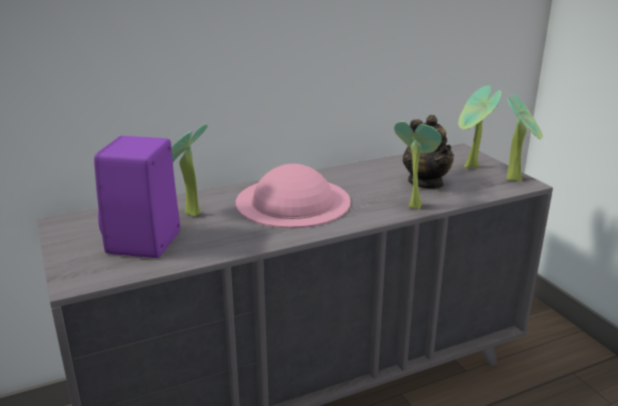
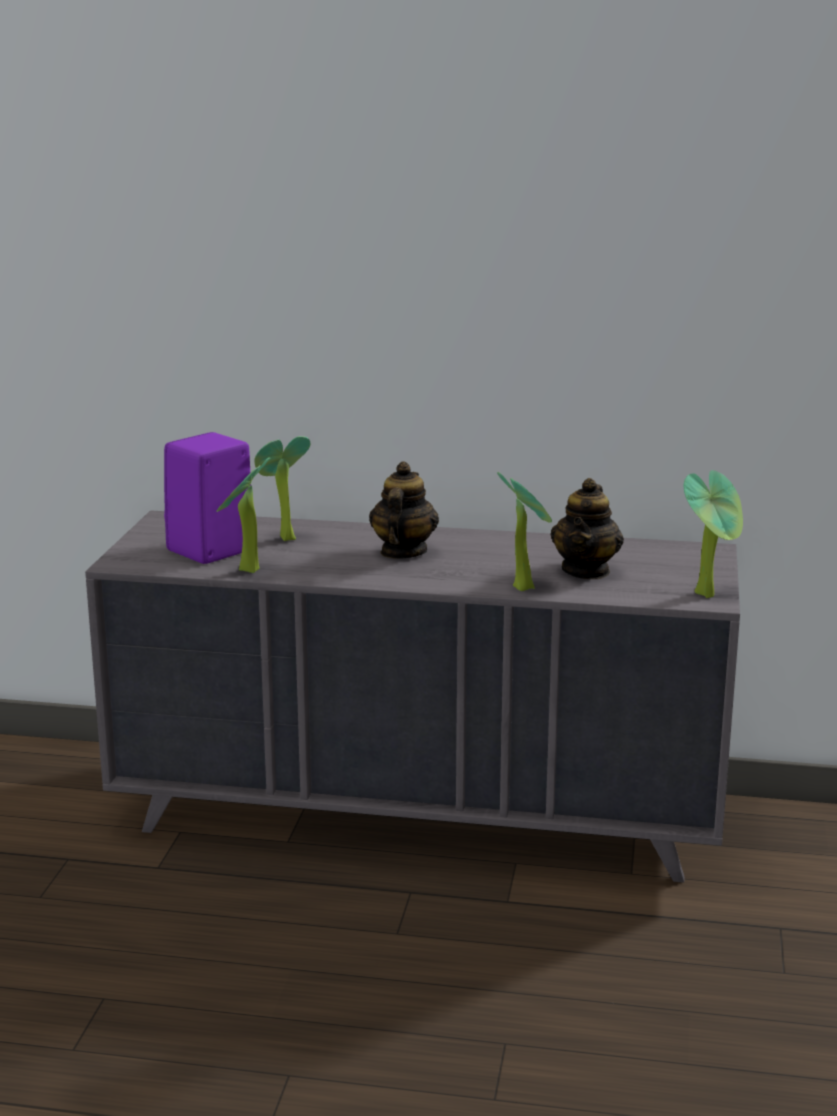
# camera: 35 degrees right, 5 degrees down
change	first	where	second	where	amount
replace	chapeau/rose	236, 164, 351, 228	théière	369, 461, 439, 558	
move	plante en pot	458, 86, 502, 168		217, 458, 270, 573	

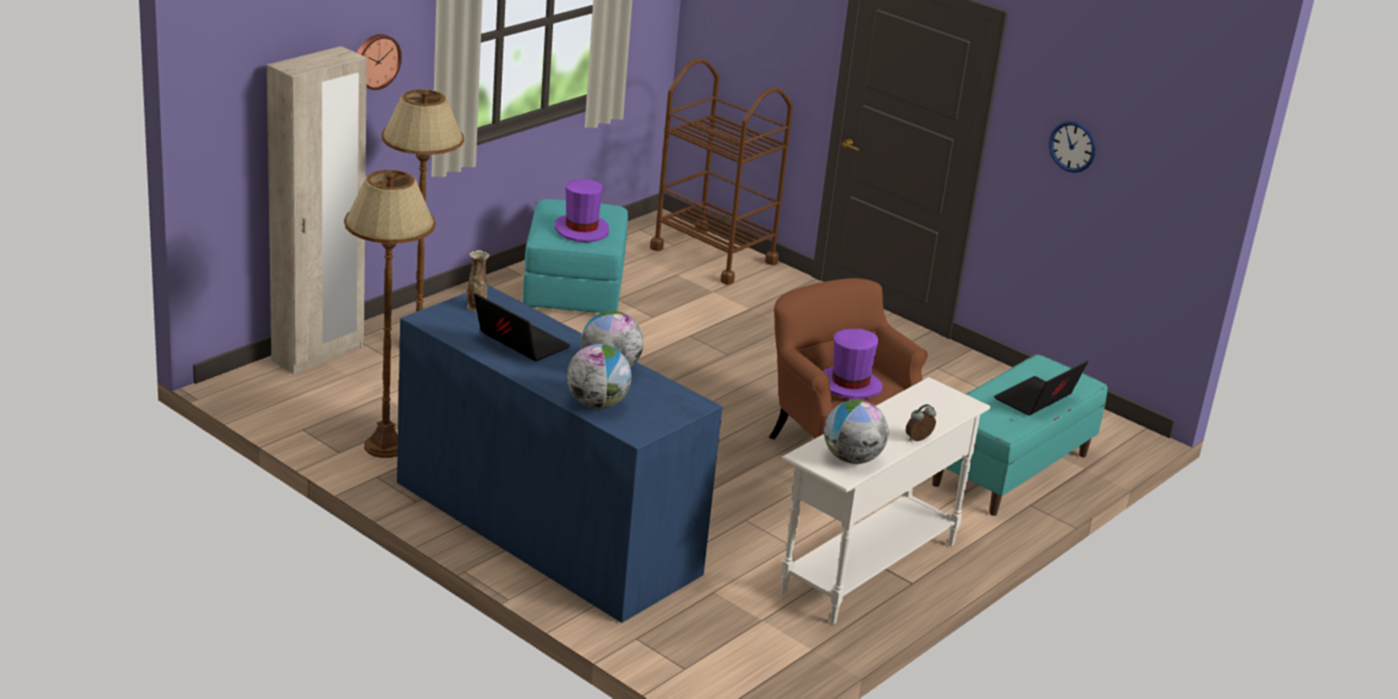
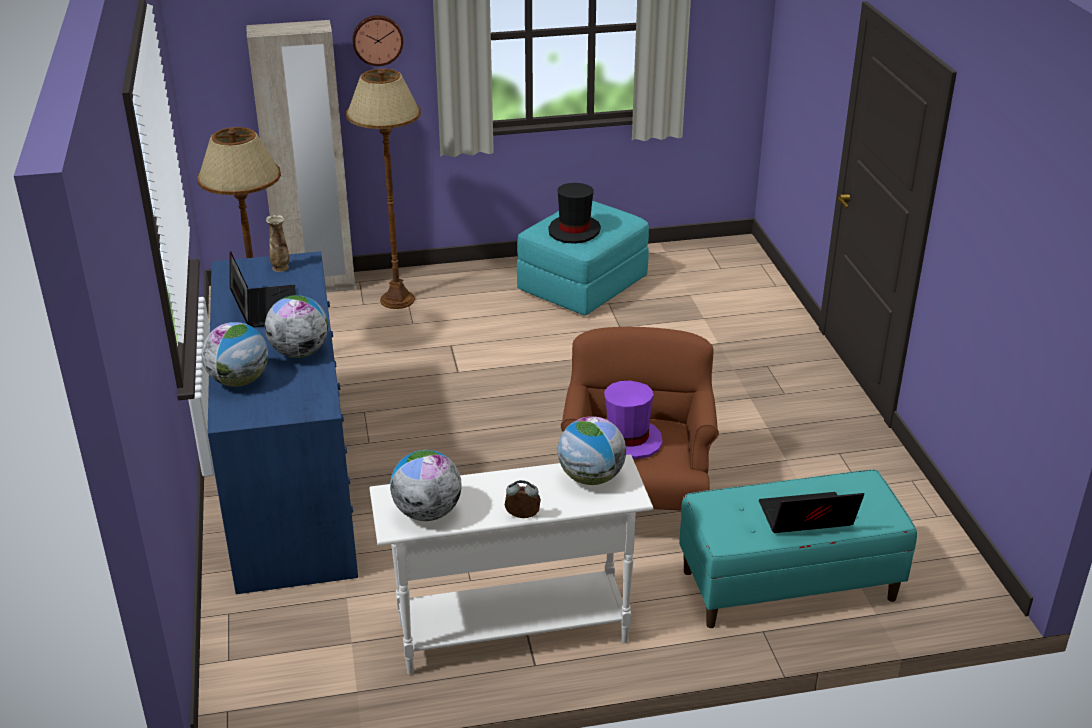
# camera: 40 degrees right, 5 degrees up
change	first	where	second	where	amount
recolor	chapeau/violet	555, 179, 609, 243	chapeau/noir	548, 183, 601, 244	
delete	chariot/marron	650, 58, 793, 285			
delete	horloge murale	1049, 121, 1096, 173			
insert			globe	558, 416, 626, 485	

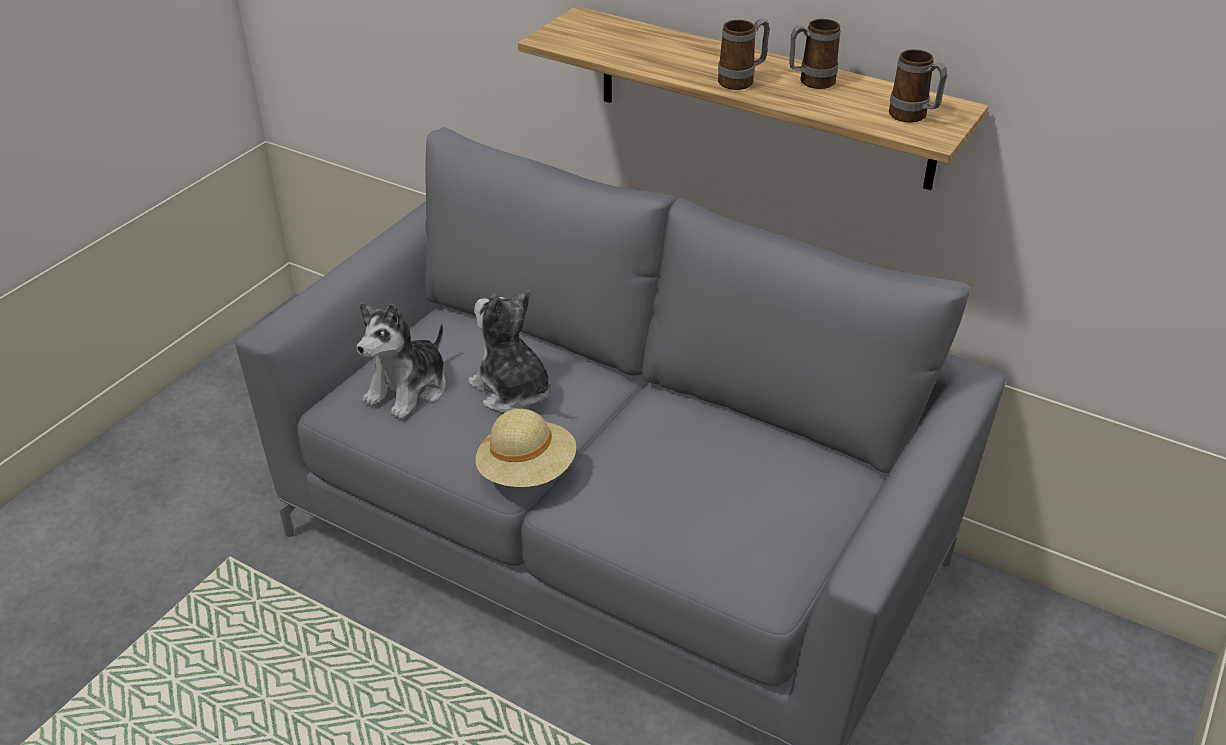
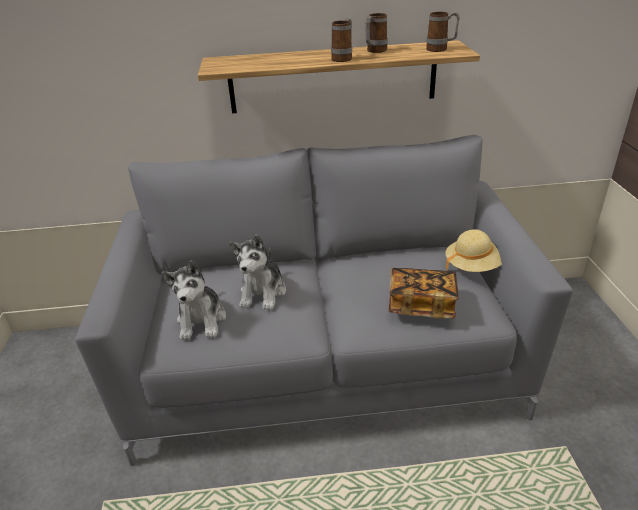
# camera: 35 degrees left, 5 degrees down
change	first	where	second	where	amount
rotate	peluche	468, 290, 551, 413		229, 235, 286, 310	90 degrees counterclockwise
move	chapeau/beige	475, 409, 576, 487		446, 229, 502, 272	
insert			livre	389, 268, 459, 319	

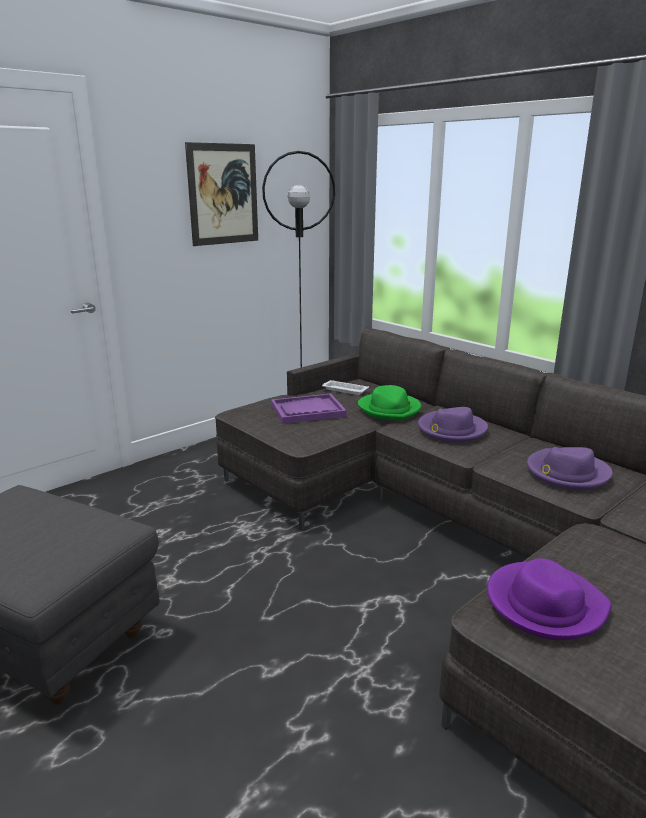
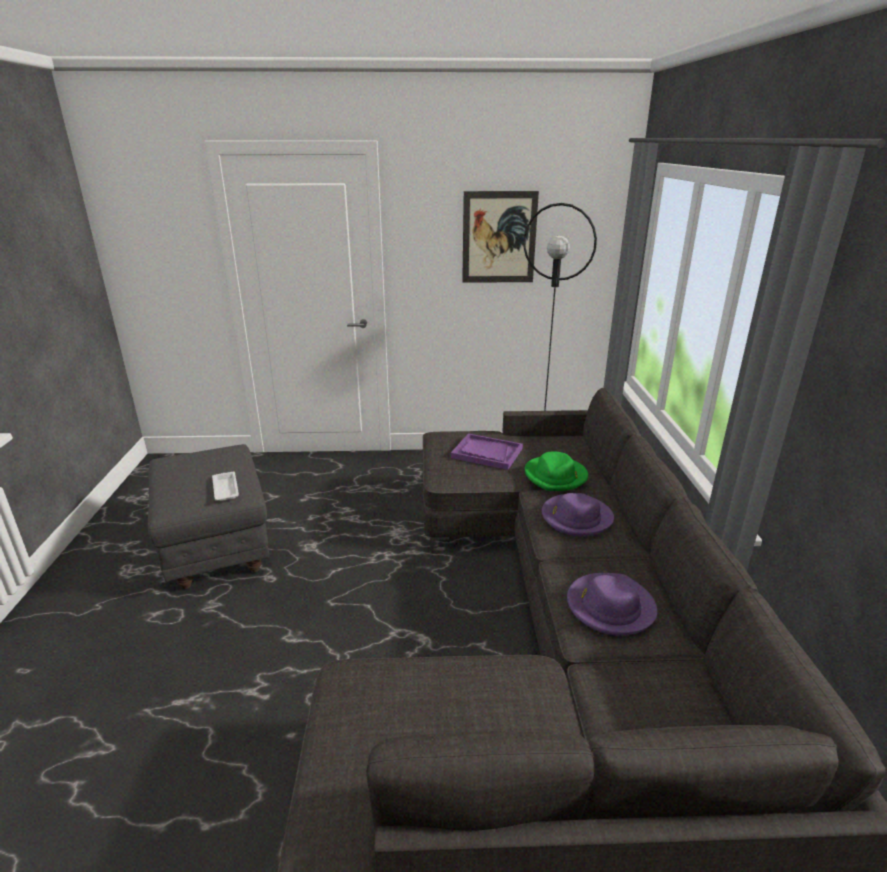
# camera: 40 degrees right, 5 degrees up
change	first	where	second	where	amount
move	plateau/blanc	322, 380, 369, 395		212, 472, 239, 501	
delete	chapeau/violet	487, 558, 612, 640			

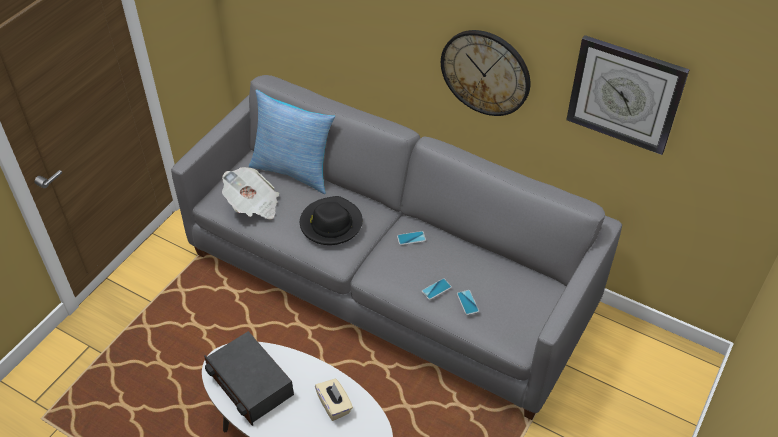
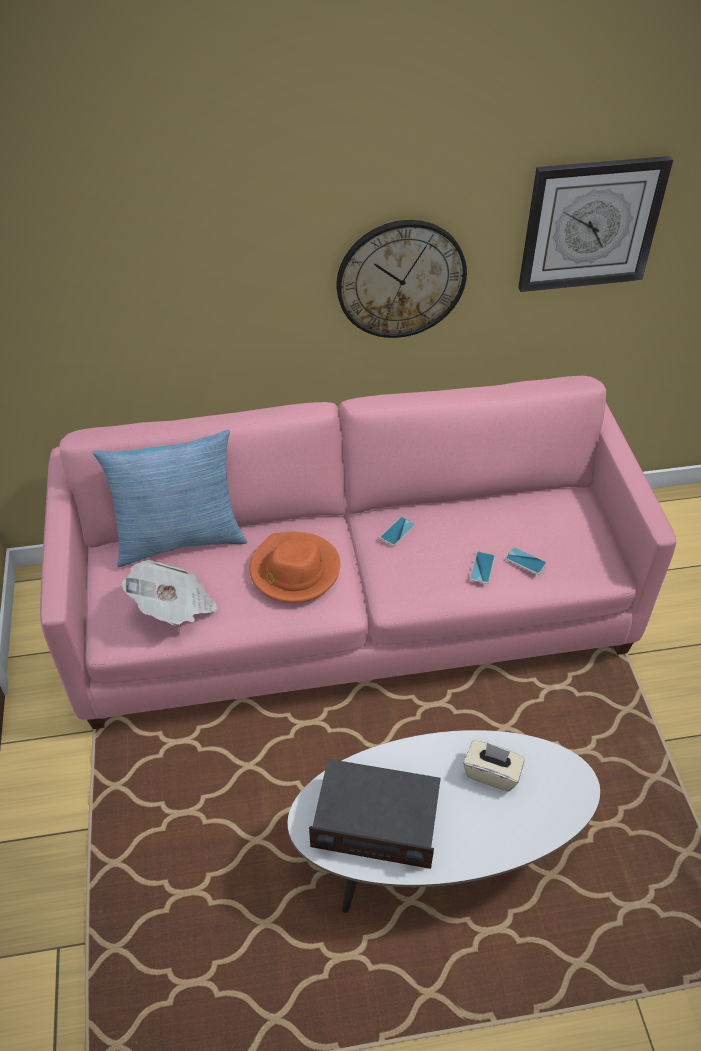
# camera: 40 degrees left, 0 degrees up
change	first	where	second	where	amount
recolor	canapé/gris	171, 75, 622, 420	canapé/rose	40, 376, 677, 729	
recolor	chapeau/noir	300, 196, 363, 245	chapeau/orange	250, 532, 341, 603	

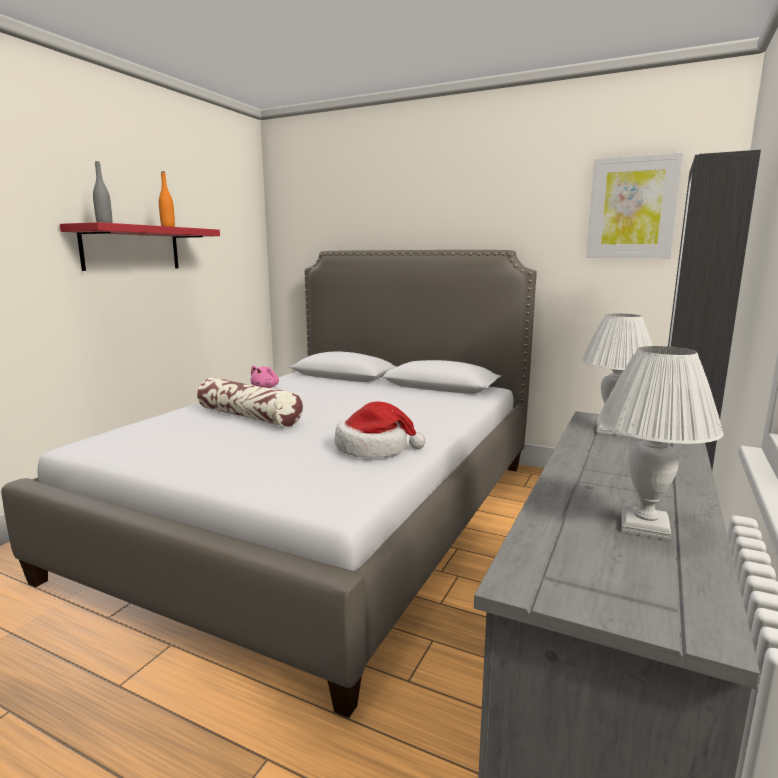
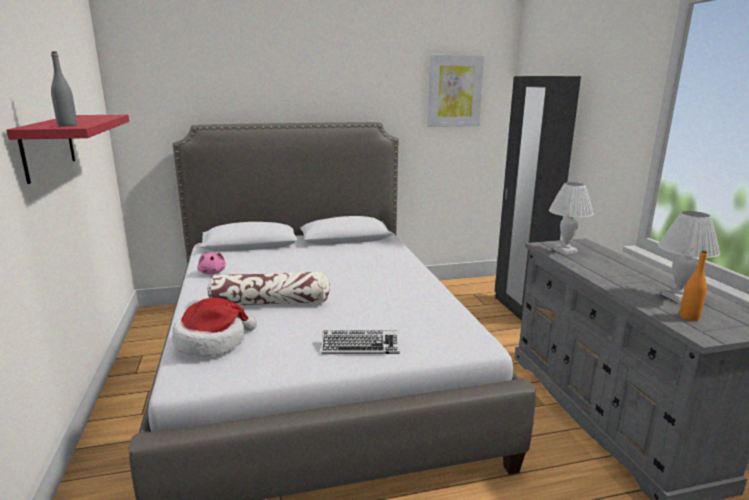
# camera: 40 degrees left, 5 degrees up
change	first	where	second	where	amount
move	bouteille/orange	159, 172, 175, 227		680, 250, 707, 321	
move	chapeau	334, 402, 425, 458		172, 298, 257, 356	
insert			clavier	321, 330, 400, 354	

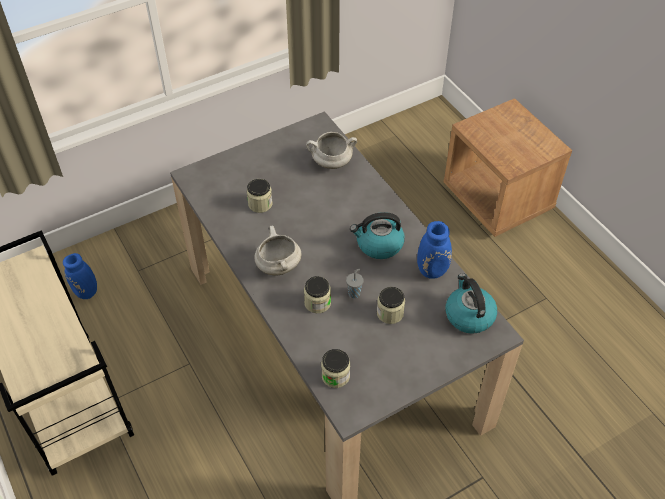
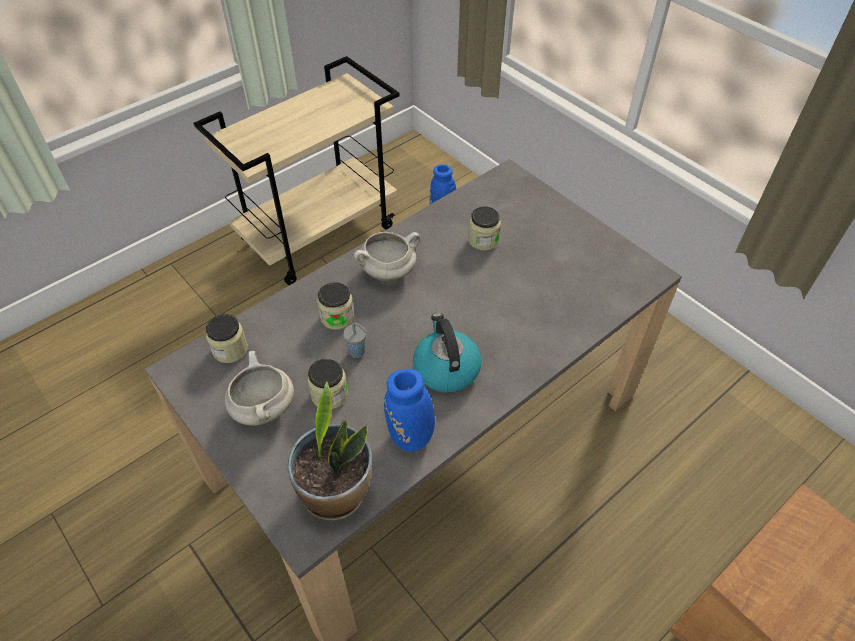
# camera: 80 degrees right, 0 degrees up
change	first	where	second	where	amount
move	marmite/blanc	306, 132, 357, 169		225, 351, 294, 426	
replace	bouilloire	446, 274, 497, 334	plante en pot	287, 381, 372, 520	

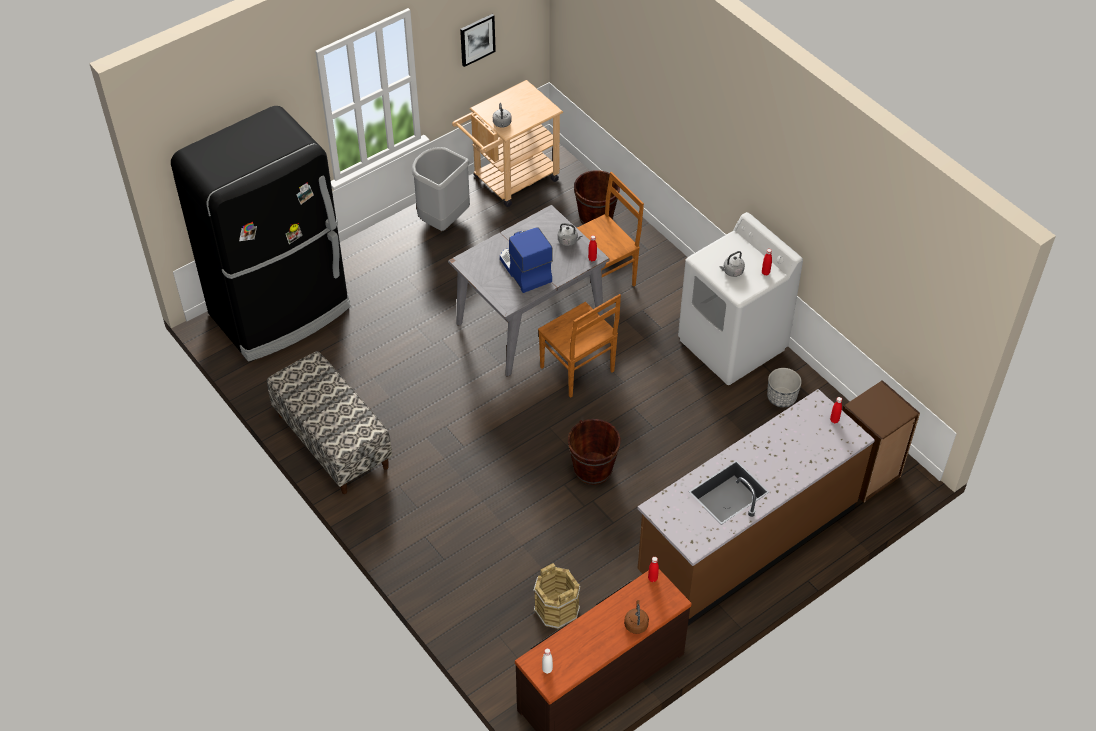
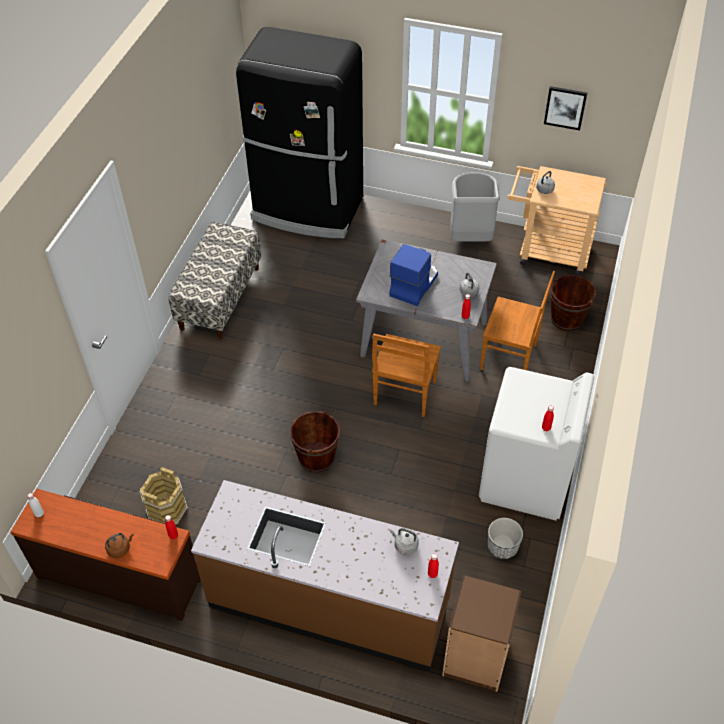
# camera: 55 degrees right, 0 degrees up
change	first	where	second	where	amount
move	bouilloire/gris	719, 251, 745, 277		390, 528, 419, 555	

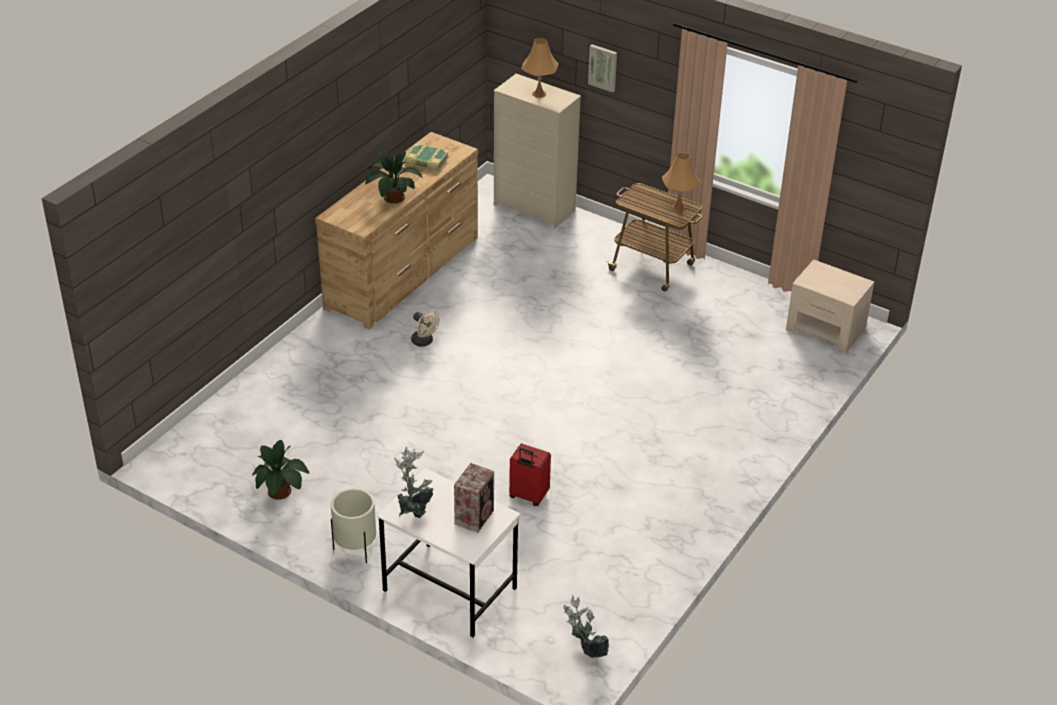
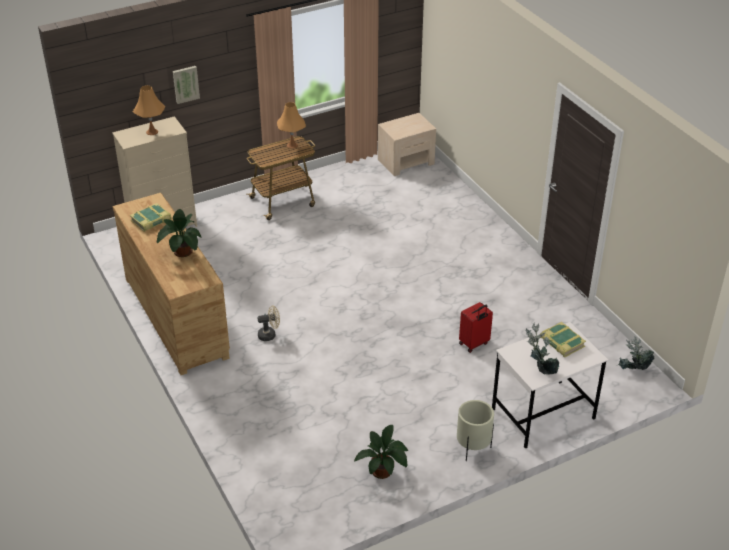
# camera: 60 degrees left, 0 degrees up
change	first	where	second	where	amount
replace	enceinte	454, 463, 494, 533	livre	540, 322, 586, 357	

